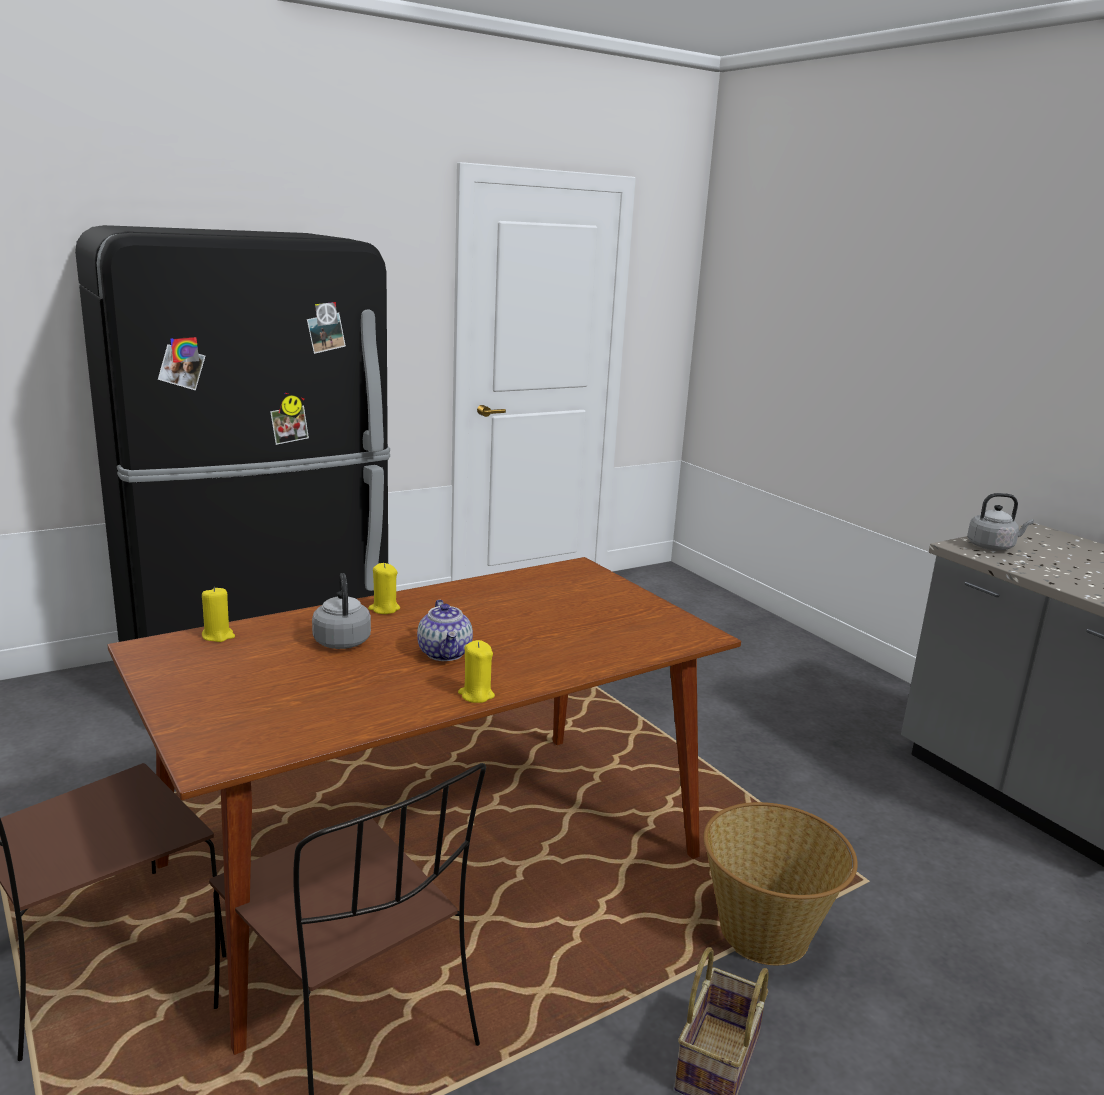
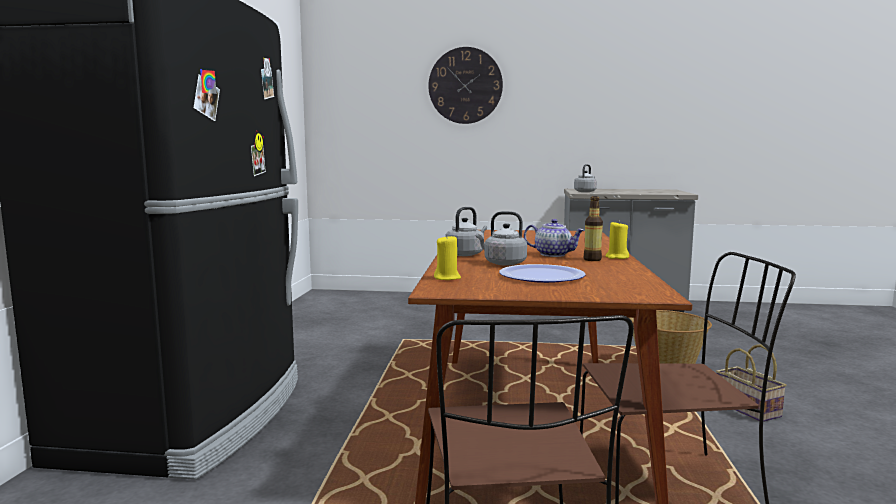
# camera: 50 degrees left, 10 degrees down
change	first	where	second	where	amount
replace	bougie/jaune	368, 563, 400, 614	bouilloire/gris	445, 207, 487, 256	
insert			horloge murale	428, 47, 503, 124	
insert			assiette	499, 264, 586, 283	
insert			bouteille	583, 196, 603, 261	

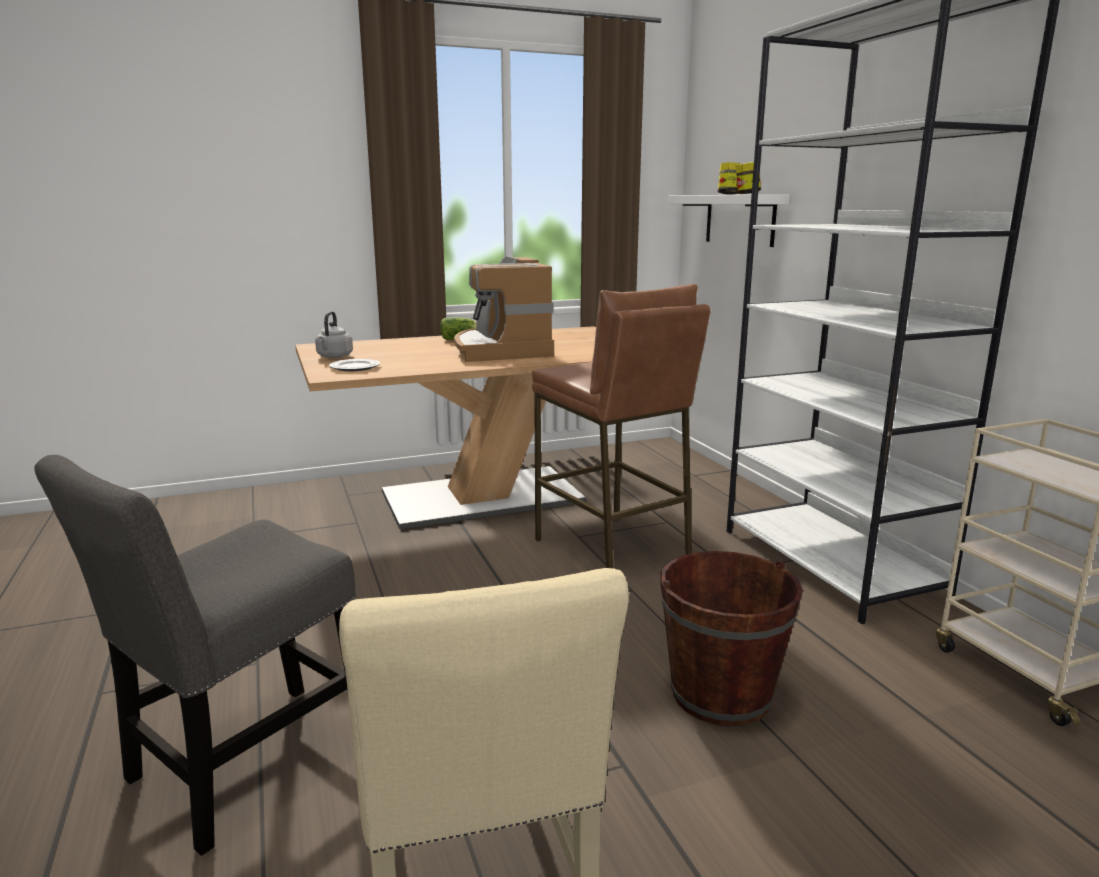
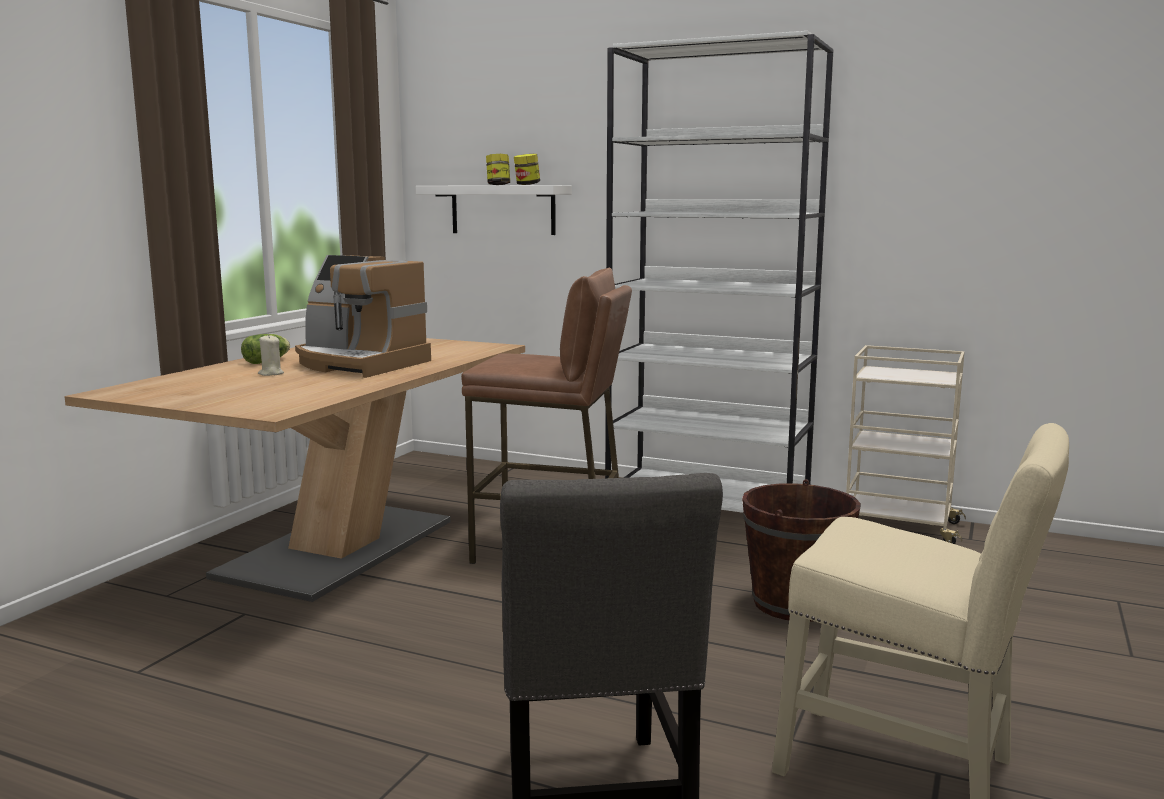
# camera: 45 degrees left, 5 degrees down
change	first	where	second	where	amount
delete	bouilloire/gris	315, 311, 353, 358			
delete	assiette	329, 359, 380, 371			
insert			bougie/beige	258, 334, 284, 376	

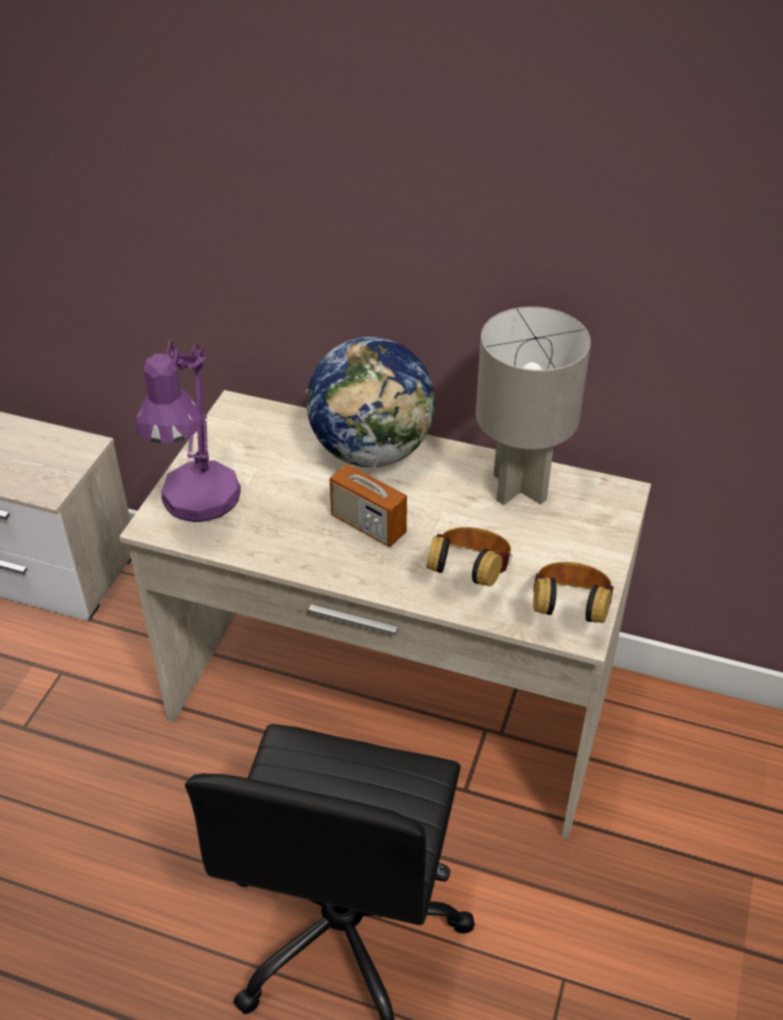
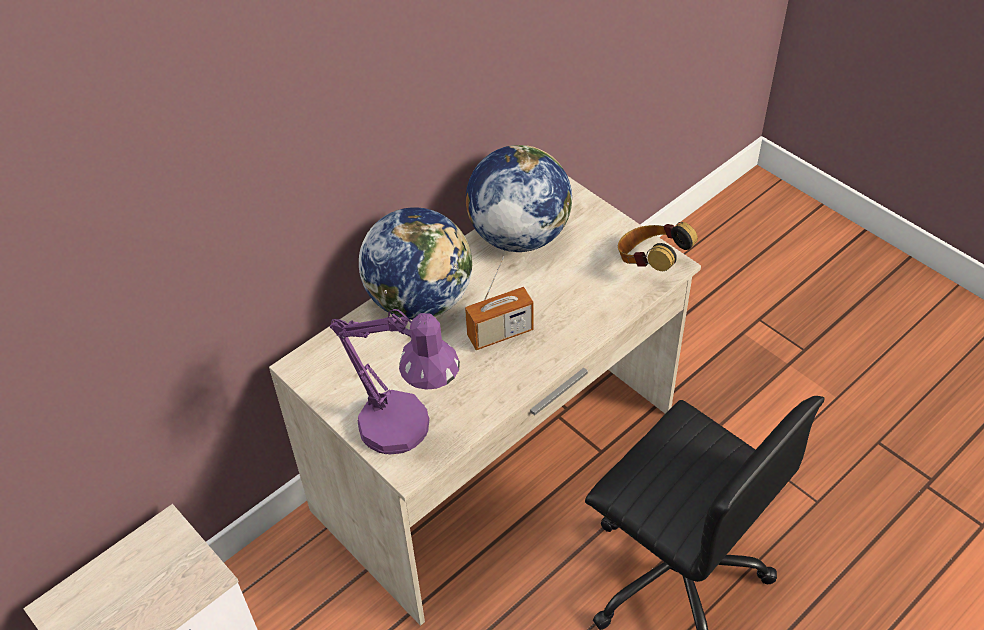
# camera: 60 degrees left, 5 degrees up
change	first	where	second	where	amount
delete	casque audio	426, 527, 512, 586			
replace	lampe de table/gris	476, 307, 591, 505	globe	466, 145, 572, 252	

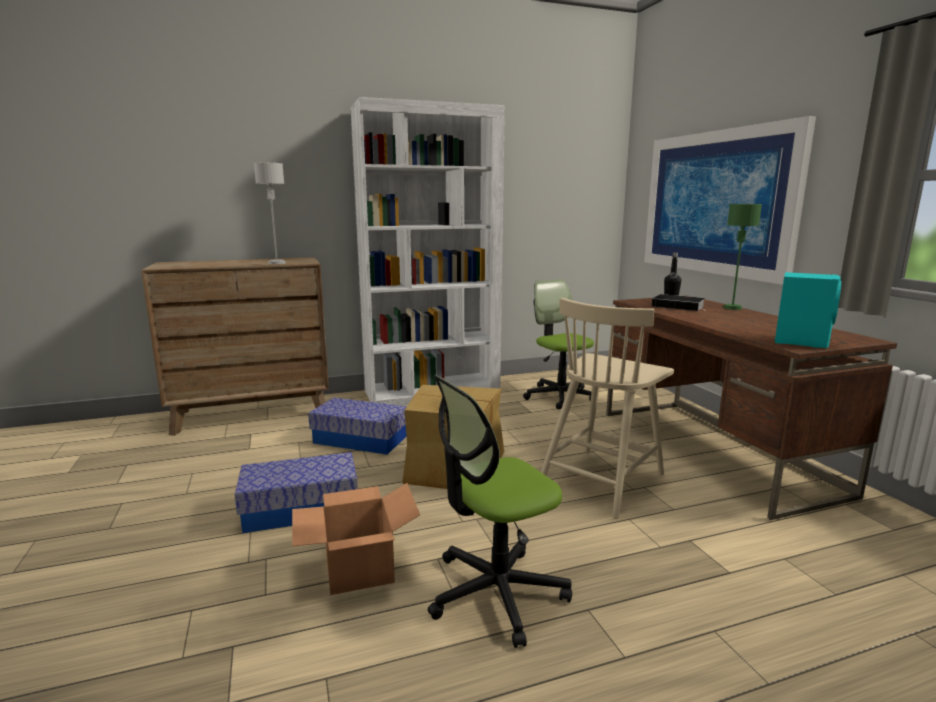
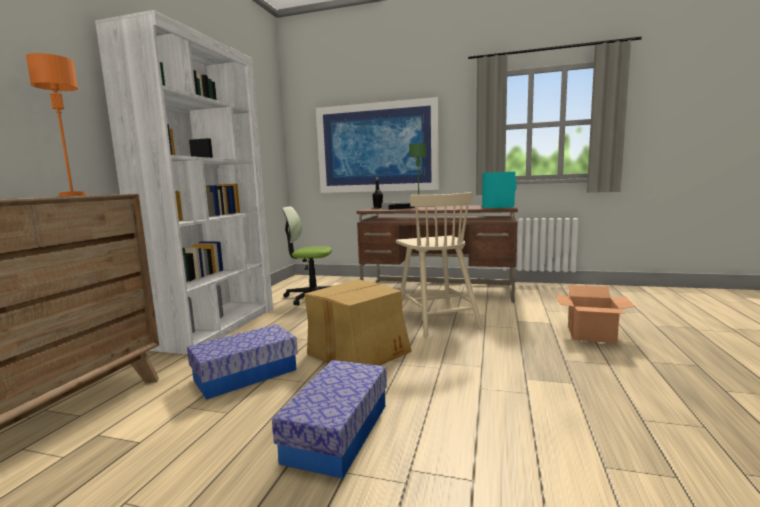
# camera: 55 degrees left, 5 degrees down
change	first	where	second	where	amount
recolor	lampe de table/gris	254, 163, 286, 264	lampe de table/orange	26, 53, 87, 197	
move	carton	292, 483, 420, 595		556, 285, 635, 343	
delete	chaise de bureau	428, 375, 572, 648			

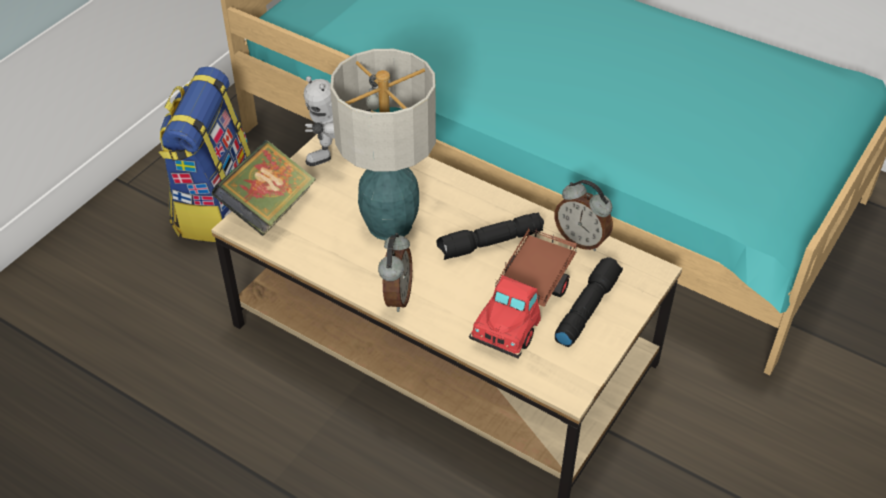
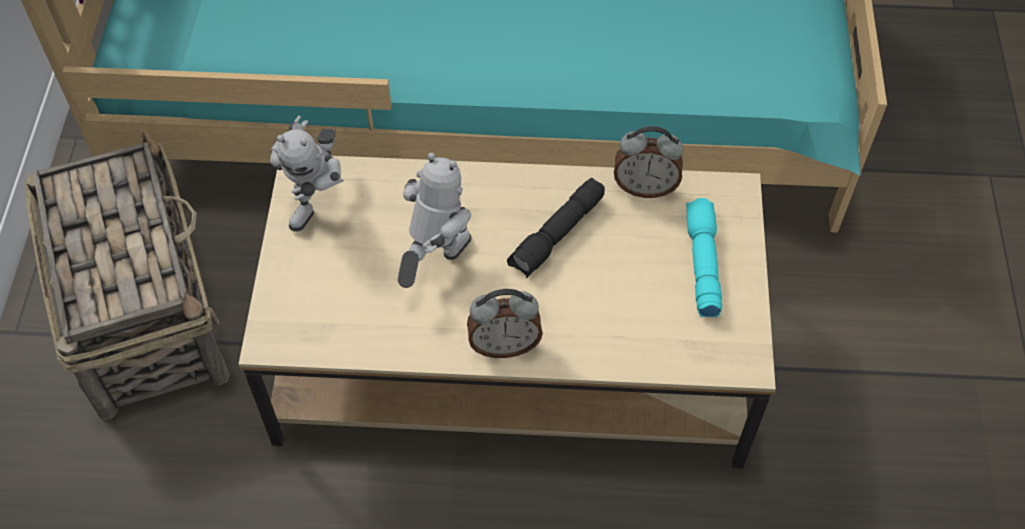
# camera: 30 degrees left, 10 degrees up
change	first	where	second	where	amount
replace	sac à dos	158, 67, 250, 242	panier	25, 130, 230, 420	
delete	livre	211, 140, 316, 236			
replace	lampe de table	330, 49, 436, 241	robot jouet	398, 153, 472, 288	
rotate	réveil	378, 233, 412, 312		467, 289, 543, 358	105 degrees clockwise
delete	camion jouet	469, 229, 577, 358			
recolor	lampe de poche/noir	555, 257, 623, 347	lampe de poche/turquoise	686, 198, 722, 317	

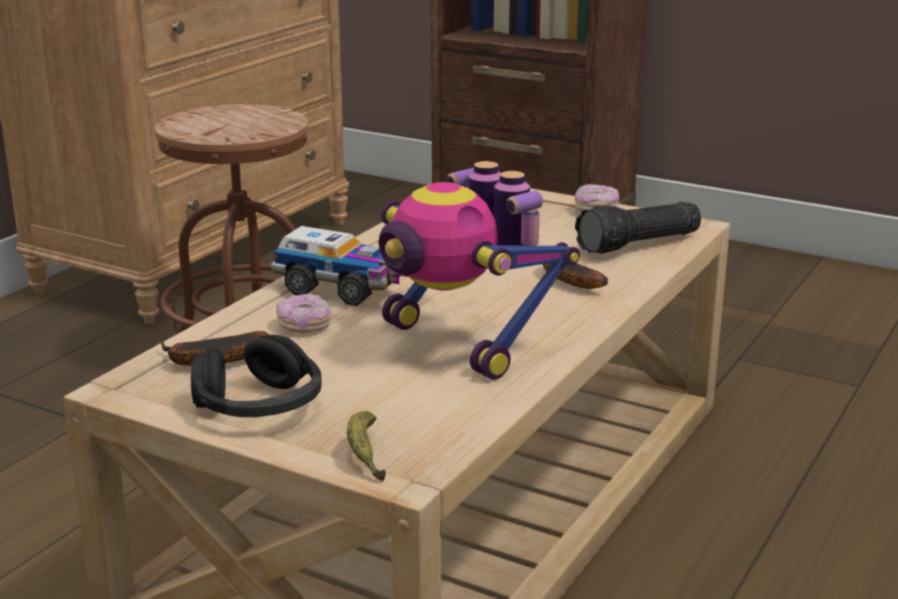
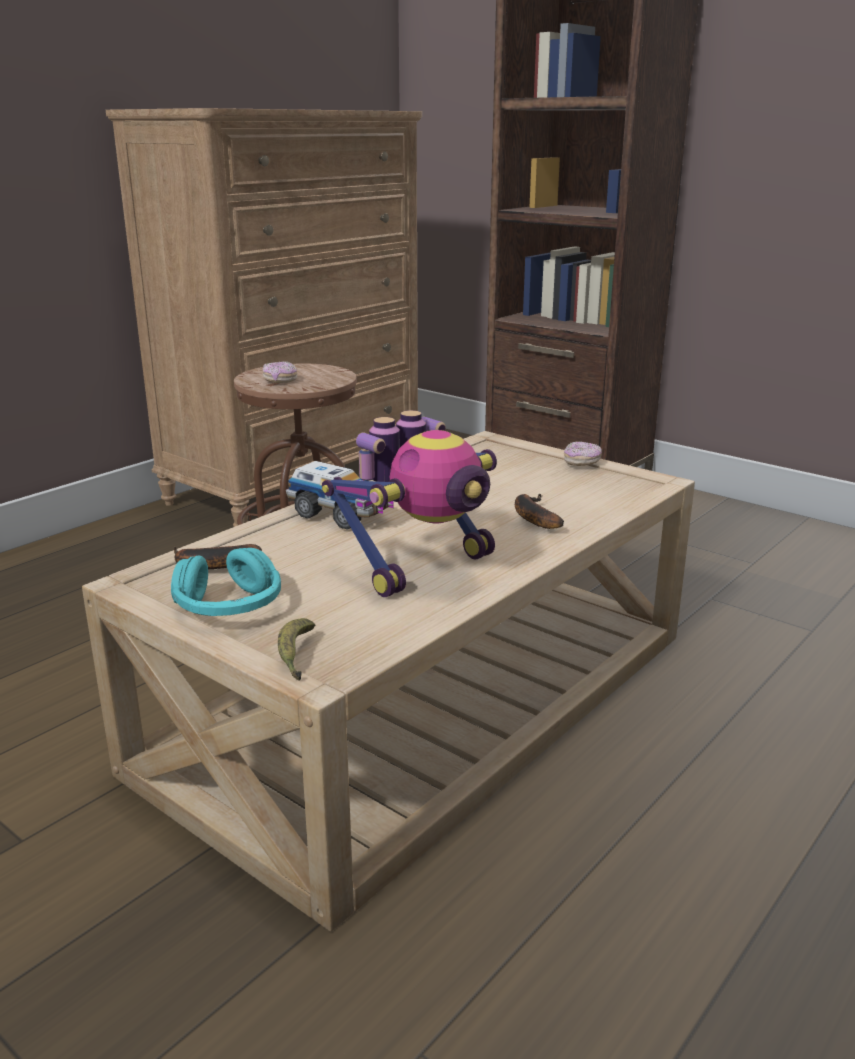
# camera: 10 degrees right, 0 degrees up
change	first	where	second	where	amount
recolor	casque audio/noir	191, 335, 321, 417	casque audio/turquoise	171, 548, 281, 616	
move	beignet	276, 293, 332, 333		263, 361, 298, 383	
rotate	robot jouet	379, 161, 580, 380		322, 410, 497, 597	105 degrees counterclockwise
delete	lampe de poche	575, 202, 701, 254			

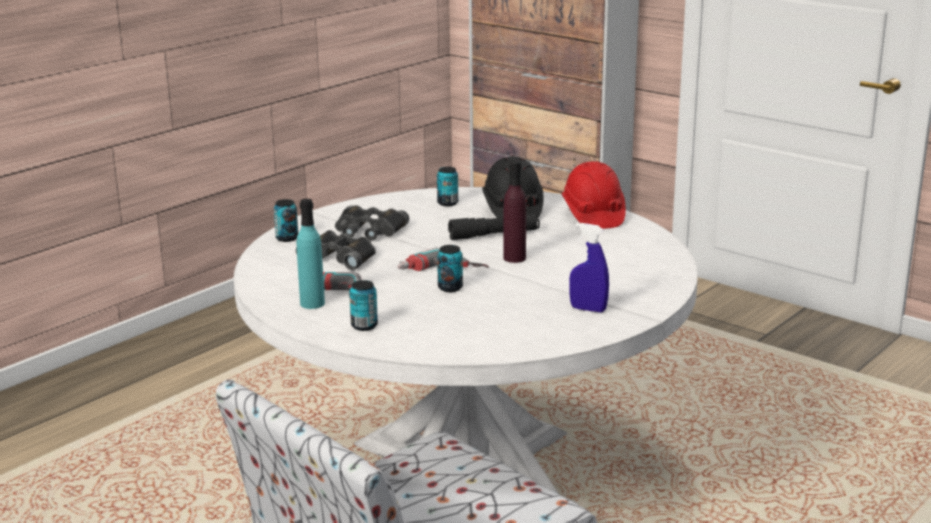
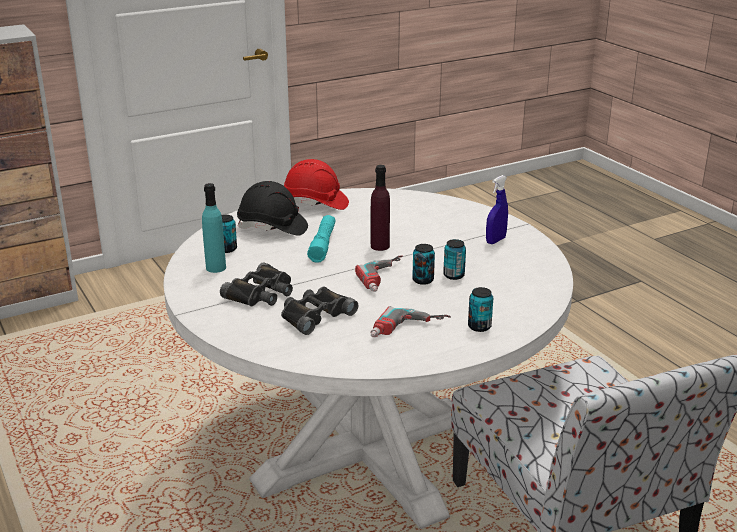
# camera: 70 degrees left, 5 degrees up
change	first	where	second	where	amount
move	boîte métallique	274, 199, 298, 242		443, 239, 466, 280	
move	bouteille/turquoise	297, 199, 325, 309		202, 183, 226, 273	
recolor	lampe de poche/noir	448, 214, 540, 240	lampe de poche/turquoise	307, 215, 335, 263	

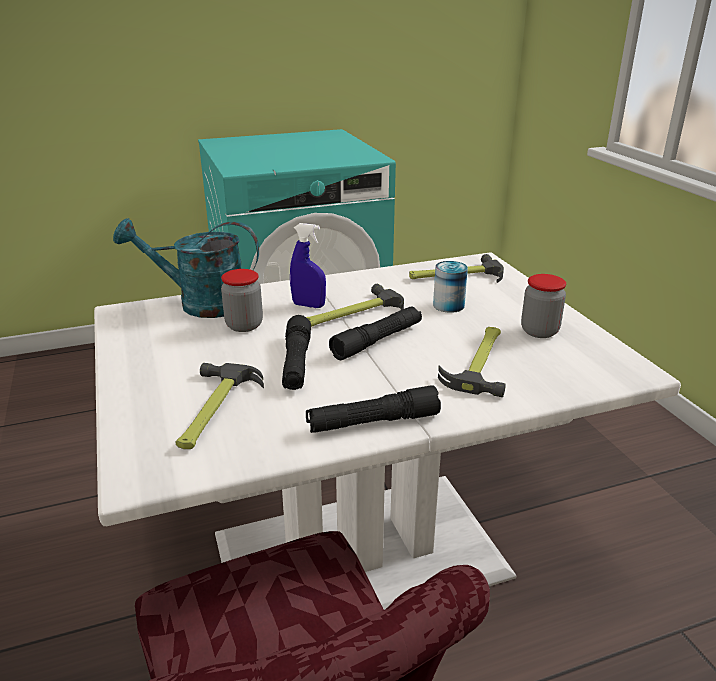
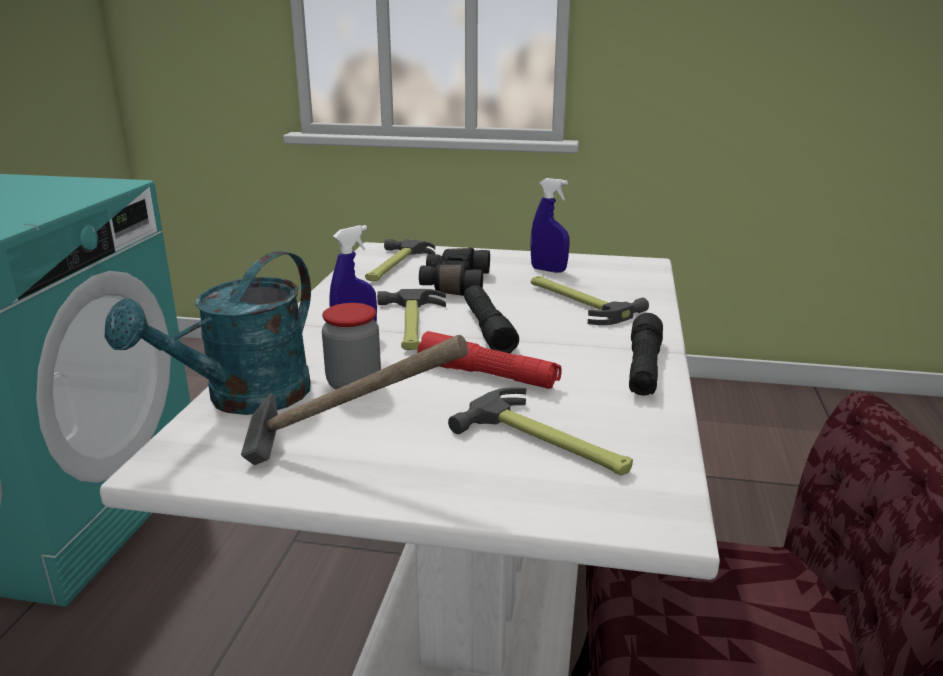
# camera: 60 degrees left, 5 degrees down
change	first	where	second	where	amount
recolor	lampe de poche/noir	282, 315, 311, 390	lampe de poche/rouge	417, 331, 562, 389	
replace	boîte métallique	433, 261, 468, 313	jumelles/noir	419, 248, 490, 296	
replace	bocal	521, 274, 566, 338	vaporisateur/bleu	530, 178, 570, 273	
insert			marteau	241, 335, 468, 465	

